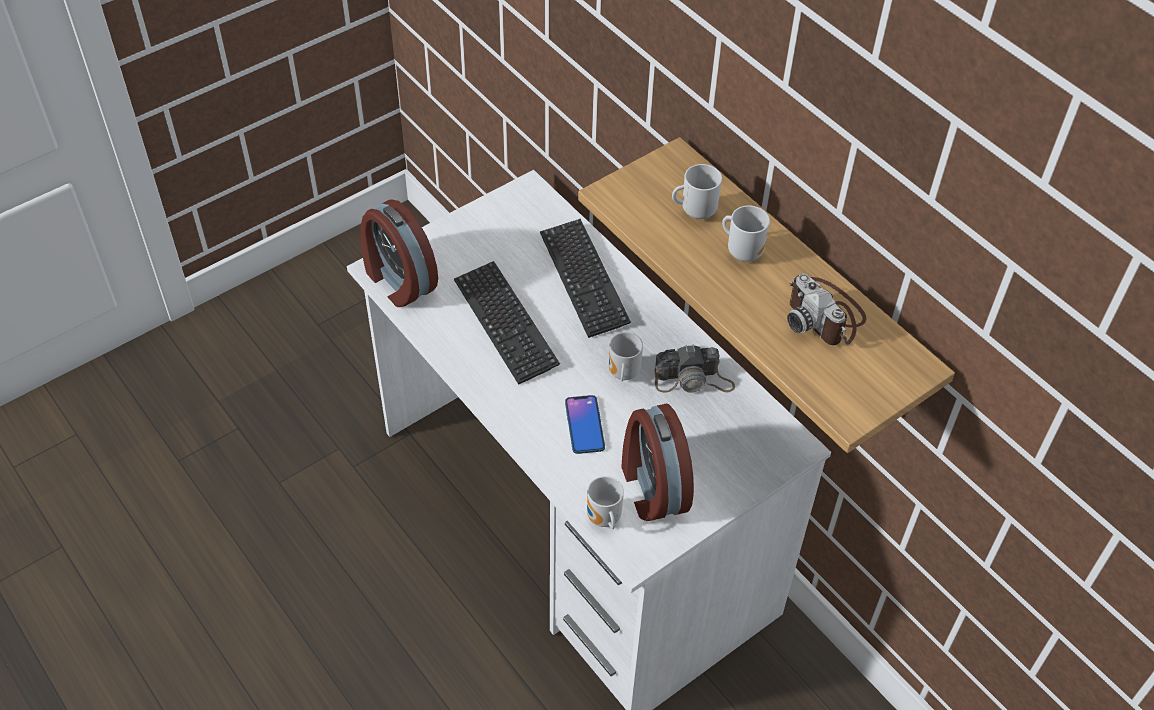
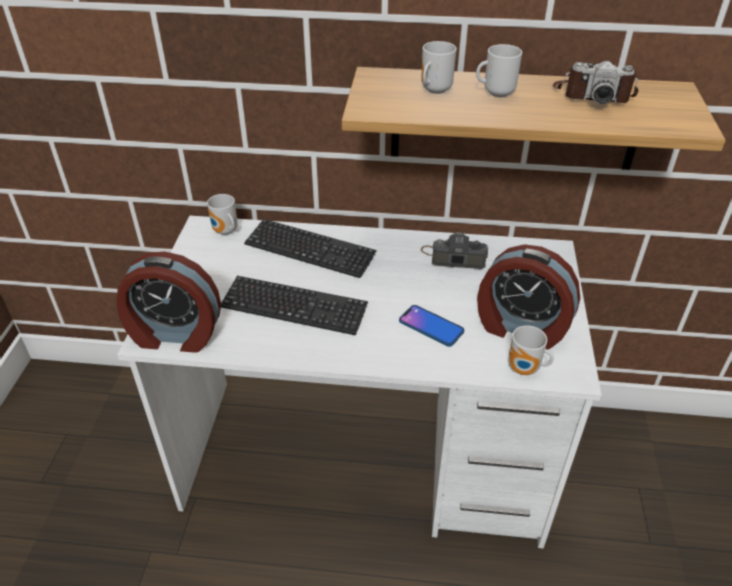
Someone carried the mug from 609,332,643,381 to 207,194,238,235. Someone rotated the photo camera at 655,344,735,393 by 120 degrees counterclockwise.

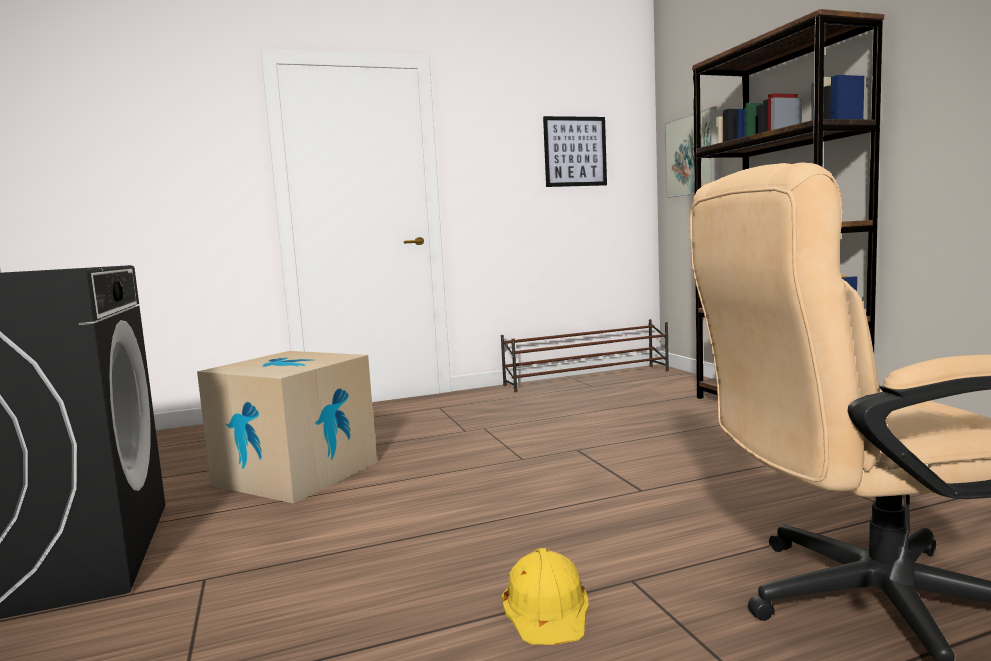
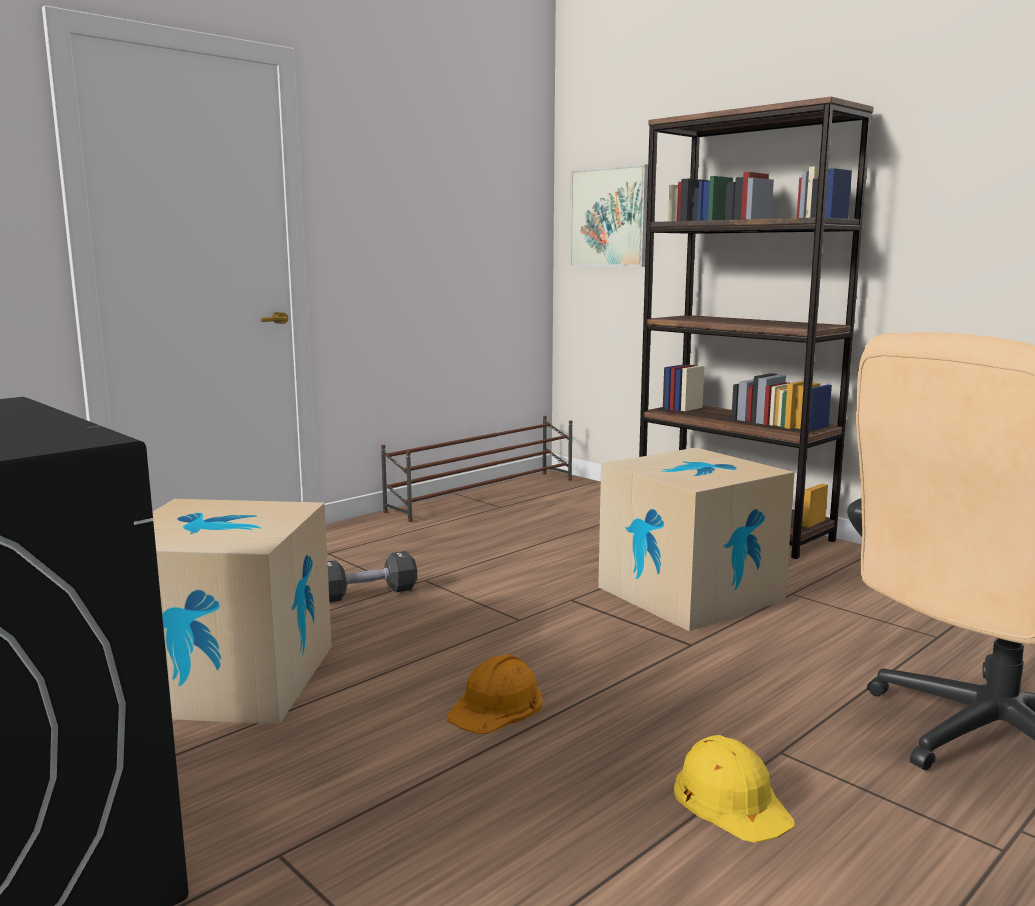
Someone took away the picture at 543,116,607,187. Someone put down the cardboard box at 598,448,795,631. Someone put down the black dumbbell at 327,551,417,602. Someone put down the orange hard hat at 447,654,543,734.

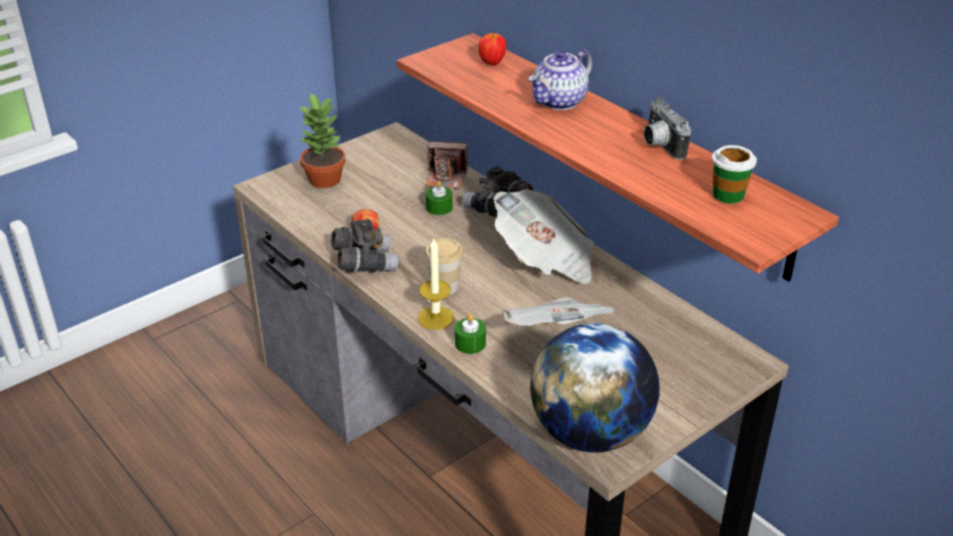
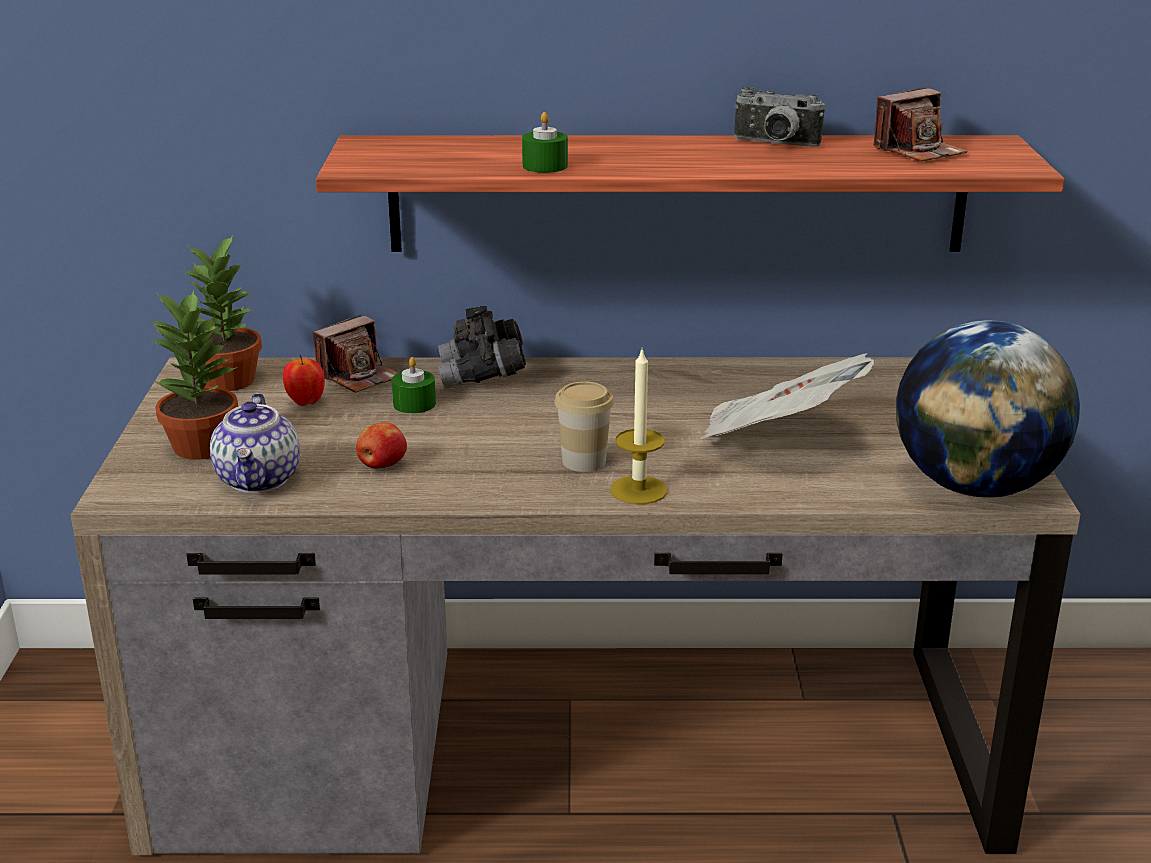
Someone carried the apple from 479,31,506,66 to 283,355,325,406. Someone carried the teapot from 528,49,593,110 to 210,393,300,493. Someone swapped the cup at 712,145,757,204 for the photo camera at 873,88,968,162. Someone took away the newspaper at 494,190,594,284. Someone took away the grey binoculars at 331,219,398,273. Someone carried the green candle from 455,314,486,354 to 522,112,568,173. Someone put down the potted plant at 183,235,262,391.

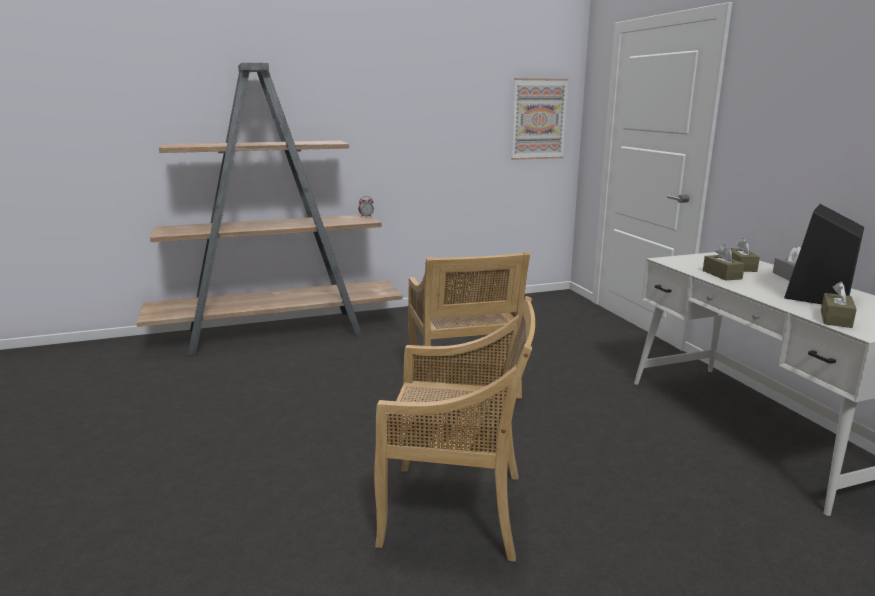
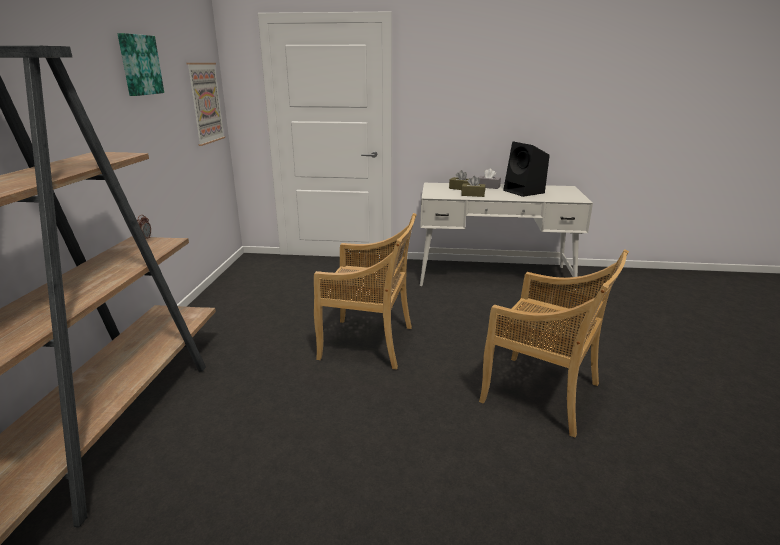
Someone took away the brown tissue box at 821,282,857,328. Someone rotated the beige chair at 374,296,535,561 by 90 degrees clockwise. Someone put up the picture at 117,33,164,96.

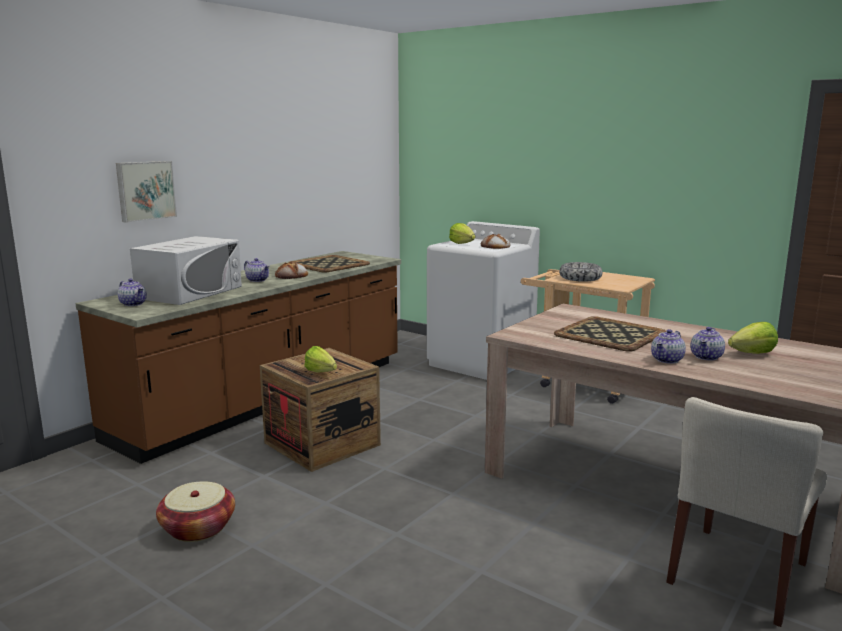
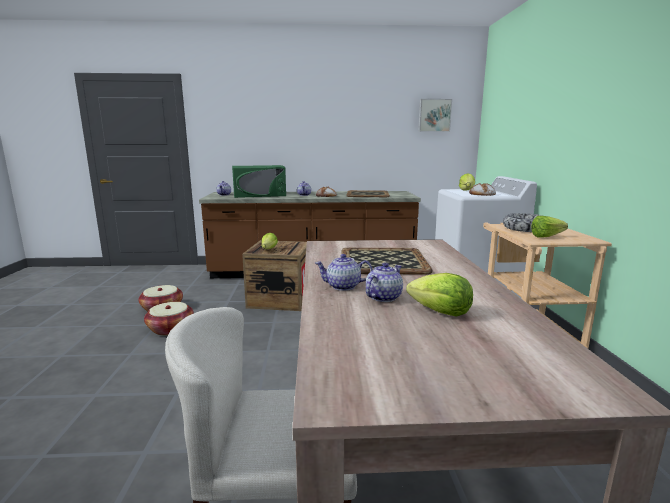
Someone carried the picture from 116,161,177,223 to 418,99,452,132. Someone repainted the white microwave at 130,236,242,305, which became the green microwave at 232,165,286,198. Someone rotated the teapot at 690,327,725,361 by 135 degrees clockwise. Someone put down the lettuce at 531,216,568,237. Someone put down the basket at 144,302,194,336.

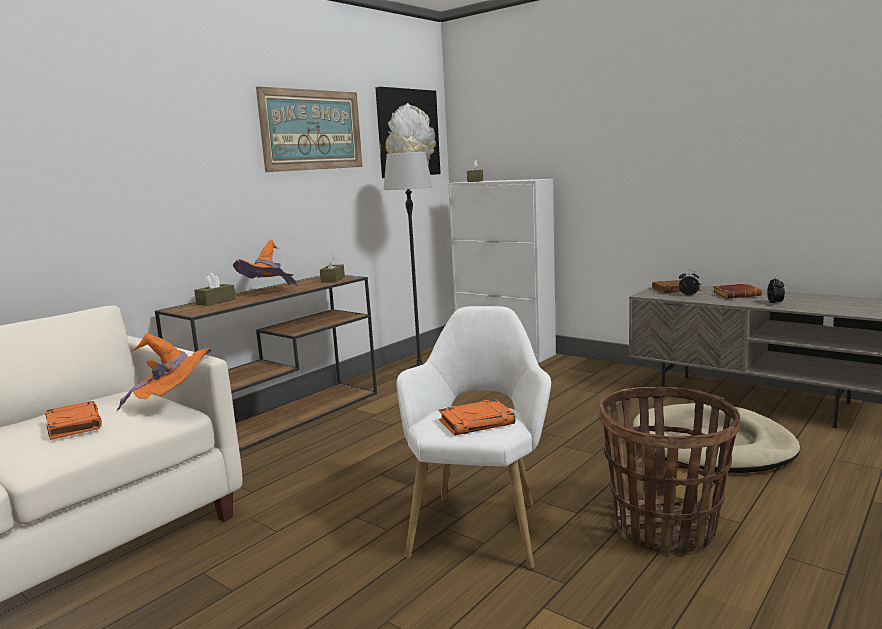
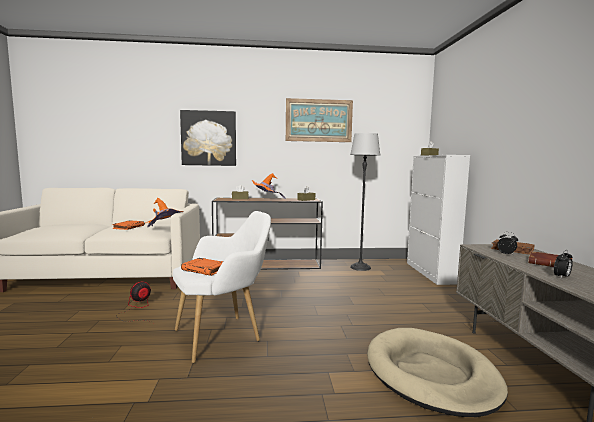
Someone carried the picture from 375,87,441,178 to 180,110,236,166. Someone took away the basket at 599,387,740,556. Someone put down the fan at 116,281,153,323.

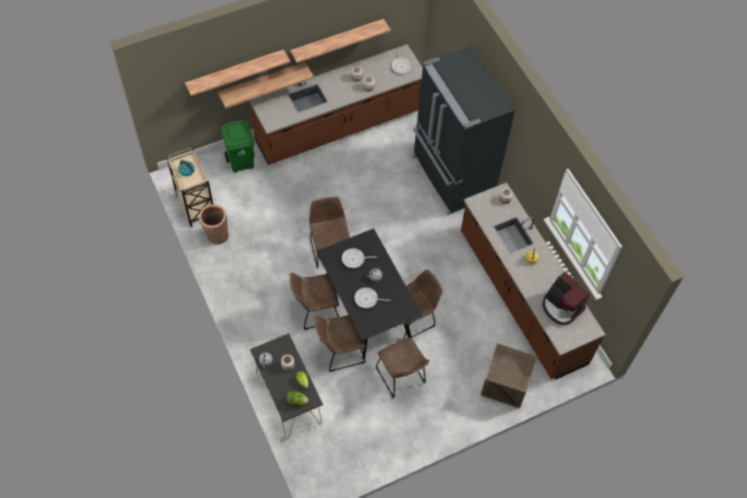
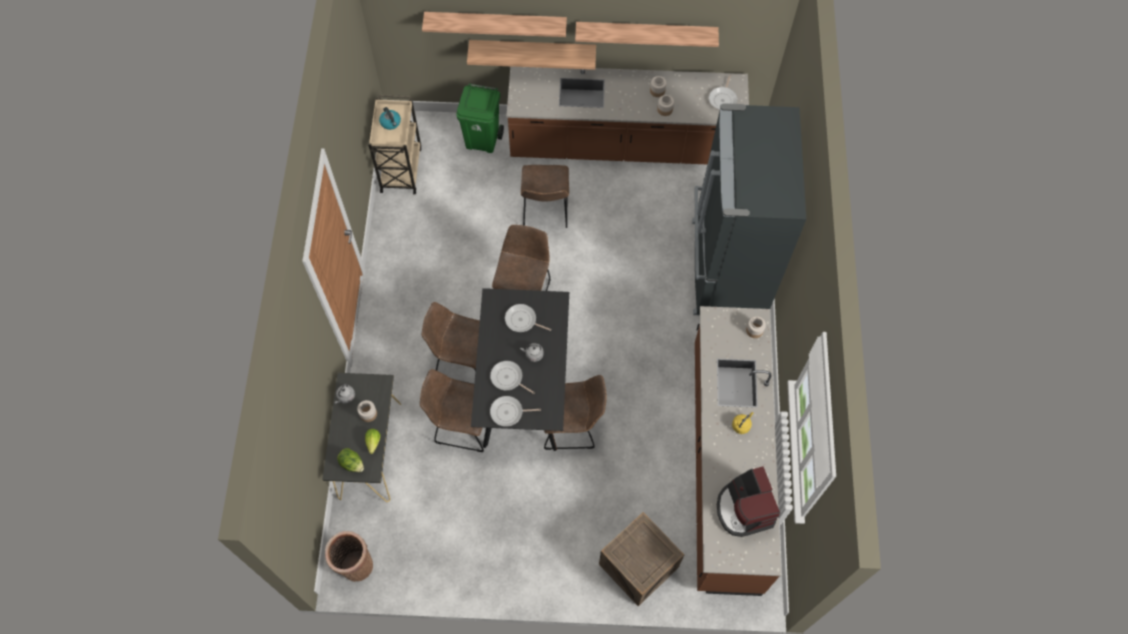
Someone carried the basket from 199,204,229,244 to 325,531,373,582. Someone carried the brown chair from 376,337,429,398 to 521,165,569,228. Someone put down the frying pan at 490,396,541,427.

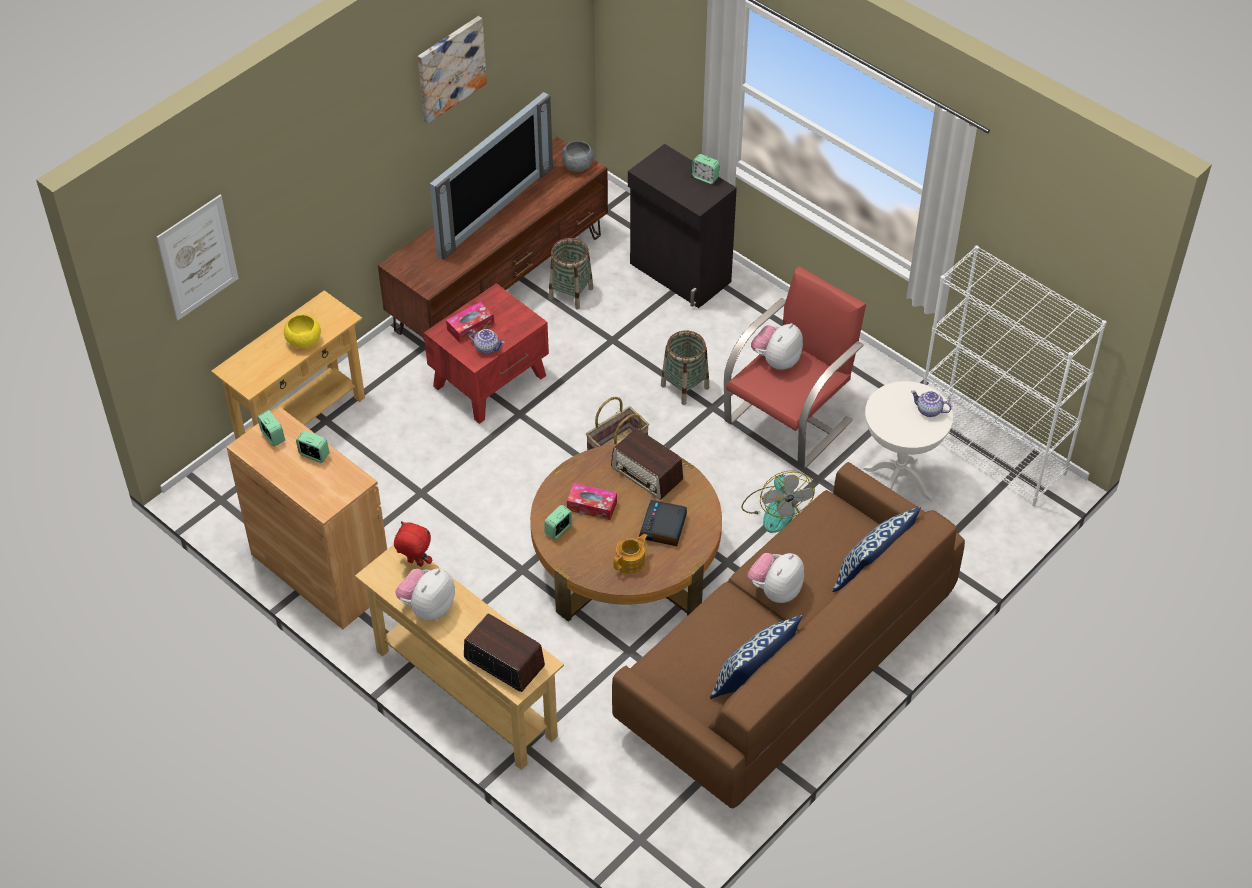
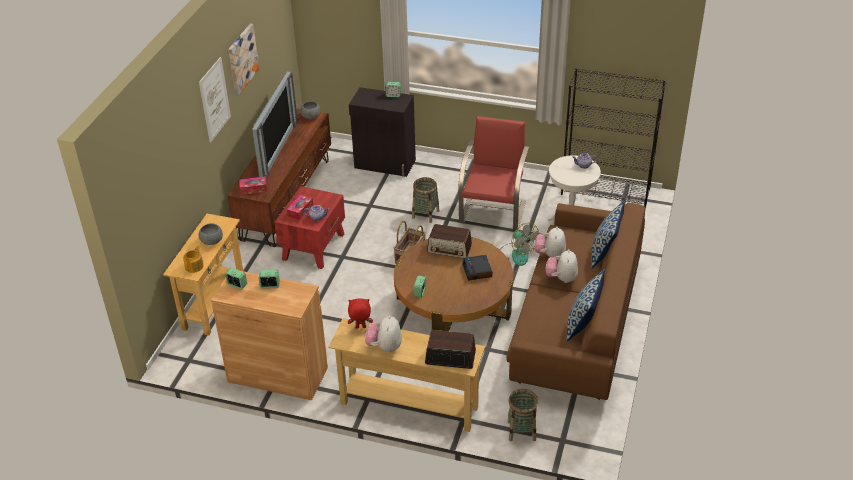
Someone carried the picture from 157,195,239,321 to 199,57,231,143. Someone carried the basket from 549,238,593,309 to 507,389,538,442. Someone repainted the white bookcase at 923,246,1107,506, which became the black bookcase at 561,68,666,208. Someone repainted the yellow bowl at 284,314,321,348, which became the grey bowl at 199,223,223,245. Someone carried the plush toy from 751,323,803,370 to 534,226,566,257. Someone carried the tissue box from 567,483,617,520 to 239,176,267,195. Someone carried the teapot from 613,534,648,574 to 183,246,204,273.

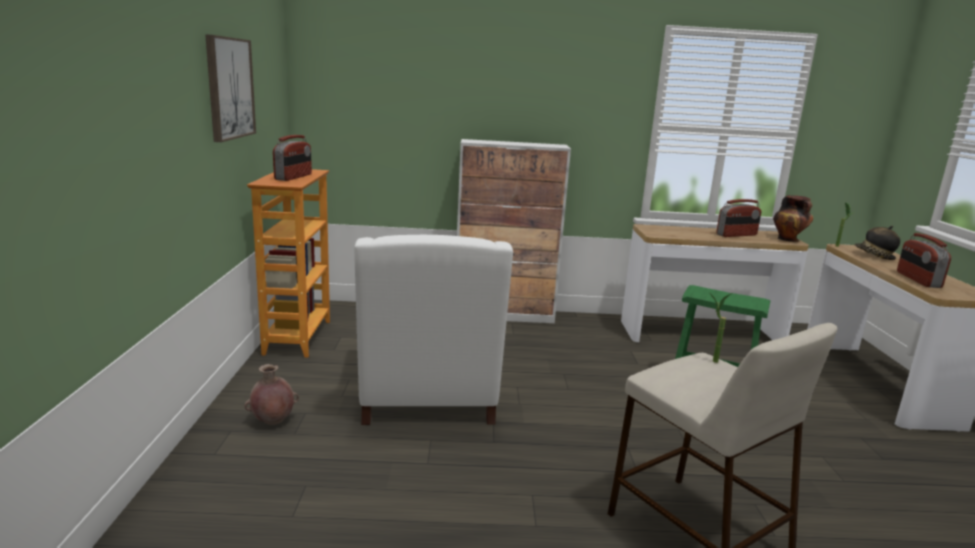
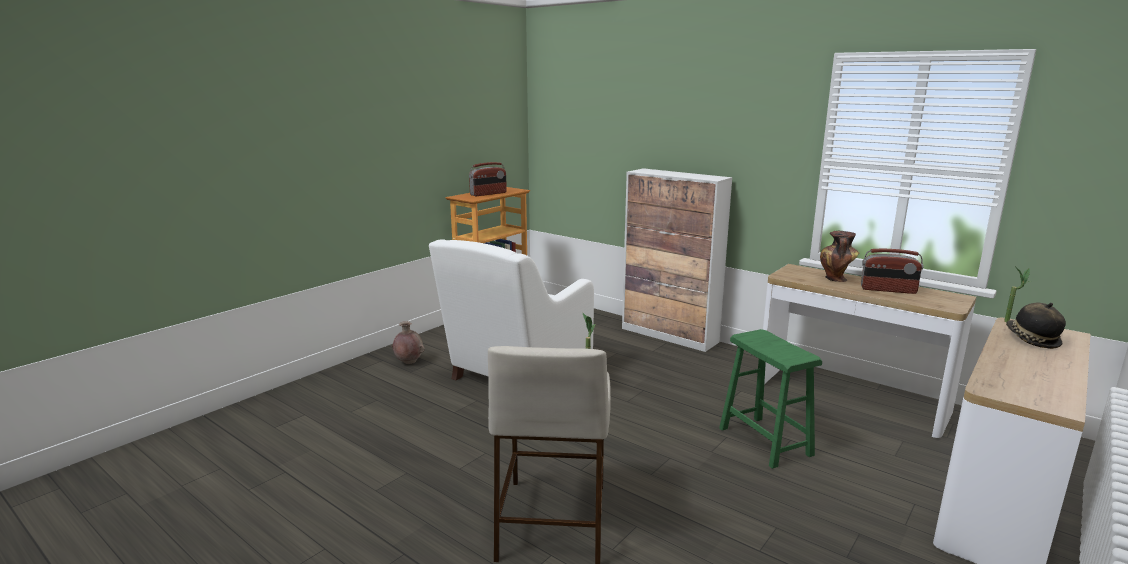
Someone took away the picture at 205,34,256,142. Someone carried the vase from 773,195,813,242 to 820,231,860,282. Someone took away the radio at 897,233,951,288.

